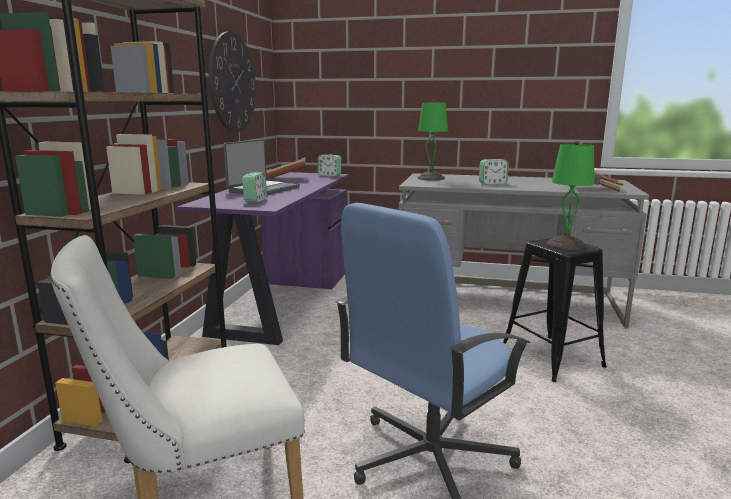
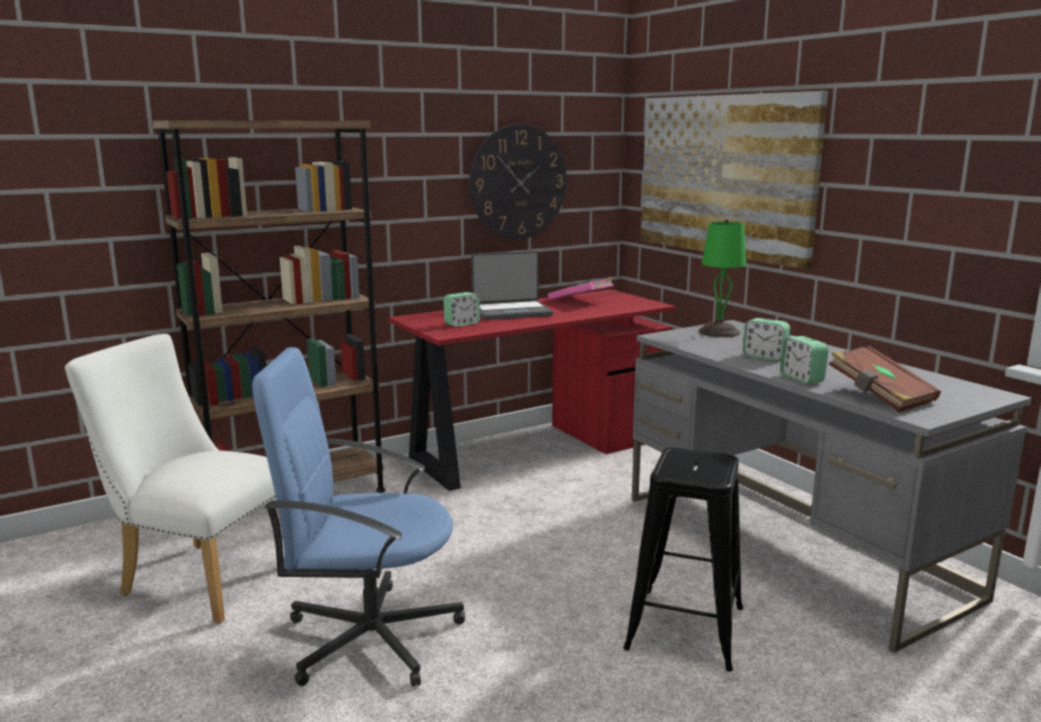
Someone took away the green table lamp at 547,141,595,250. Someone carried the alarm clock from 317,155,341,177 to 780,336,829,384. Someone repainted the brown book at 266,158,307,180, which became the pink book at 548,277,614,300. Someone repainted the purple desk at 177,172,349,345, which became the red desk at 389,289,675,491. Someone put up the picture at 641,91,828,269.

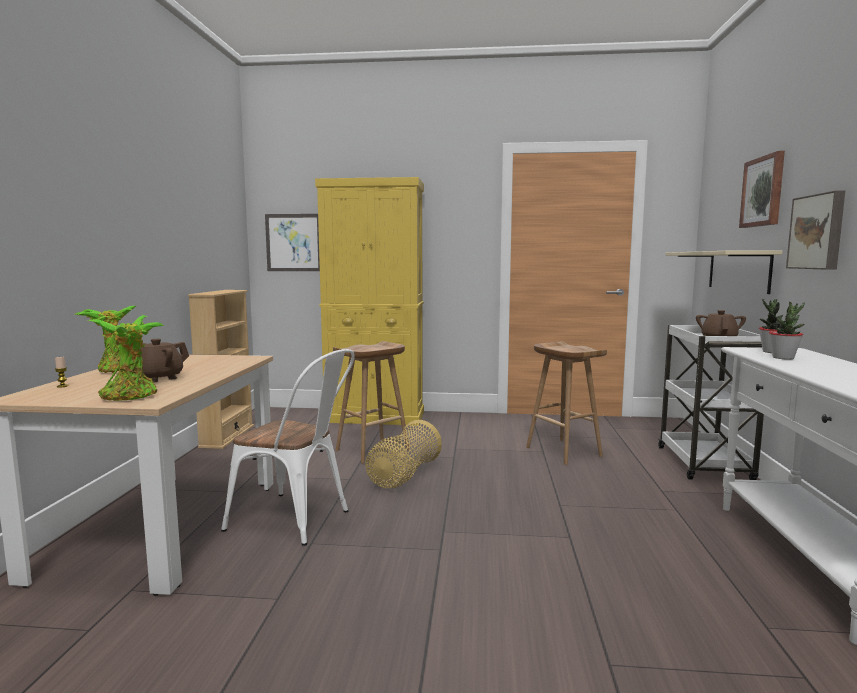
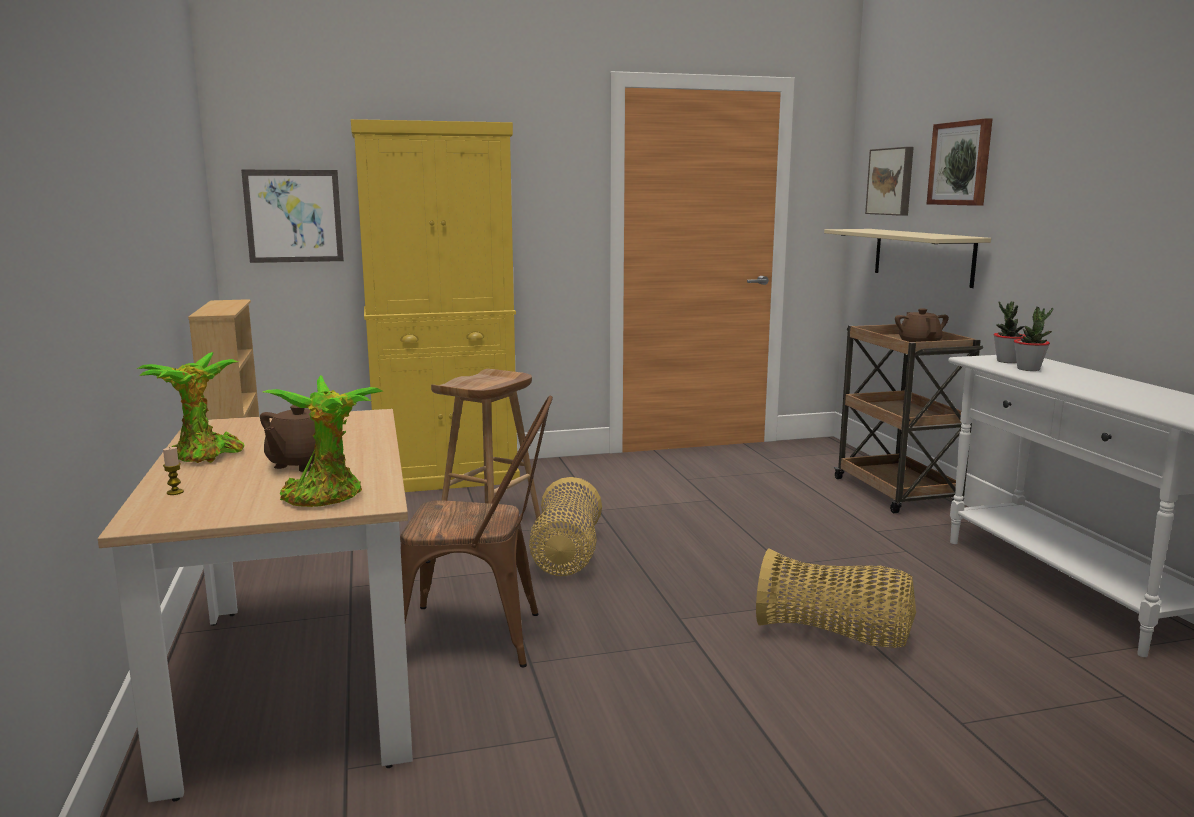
Someone carried the picture from 786,190,845,270 to 865,147,914,216. Someone repainted the white cart at 658,325,764,480, which became the brown cart at 833,324,983,513. Someone took away the brown stool at 526,342,607,465. Someone repainted the white chair at 221,349,355,546, which became the brown chair at 400,396,553,667. Someone put down the basket at 756,549,916,648.

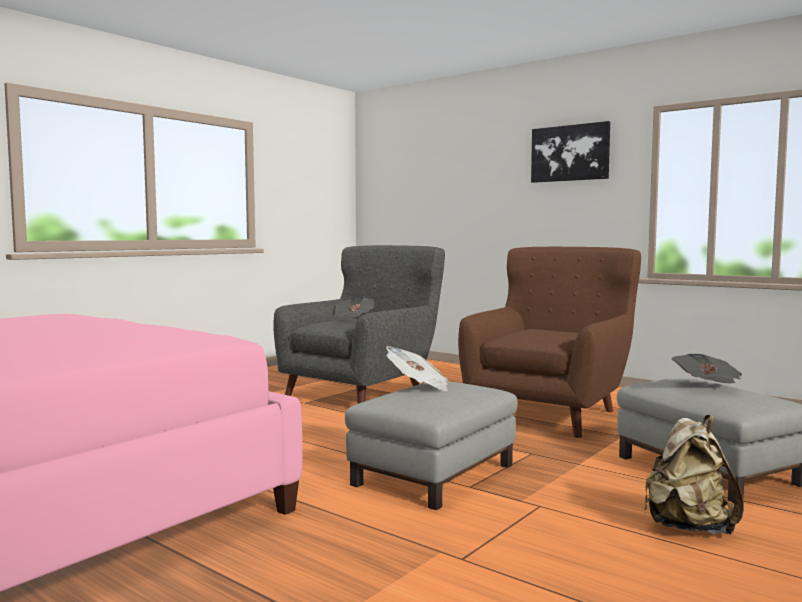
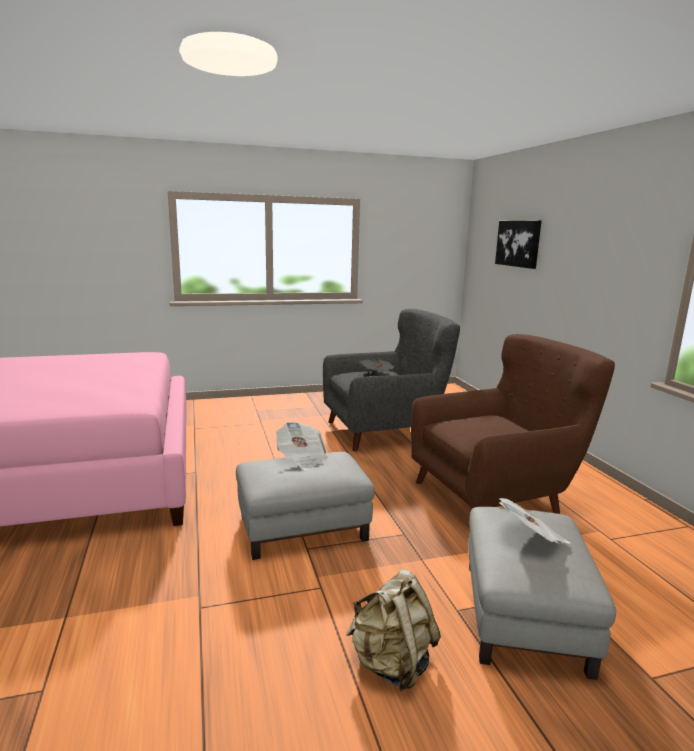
Someone carried the picture from 531,121,610,183 to 495,220,541,269.

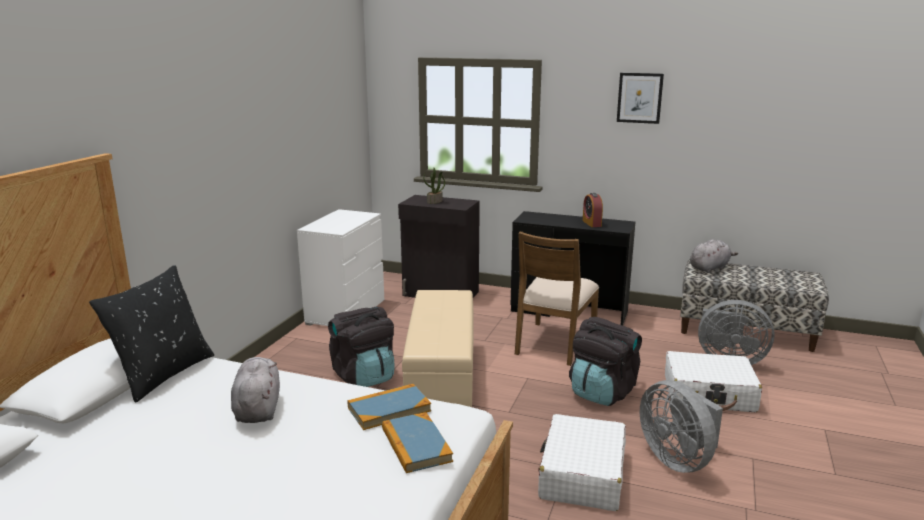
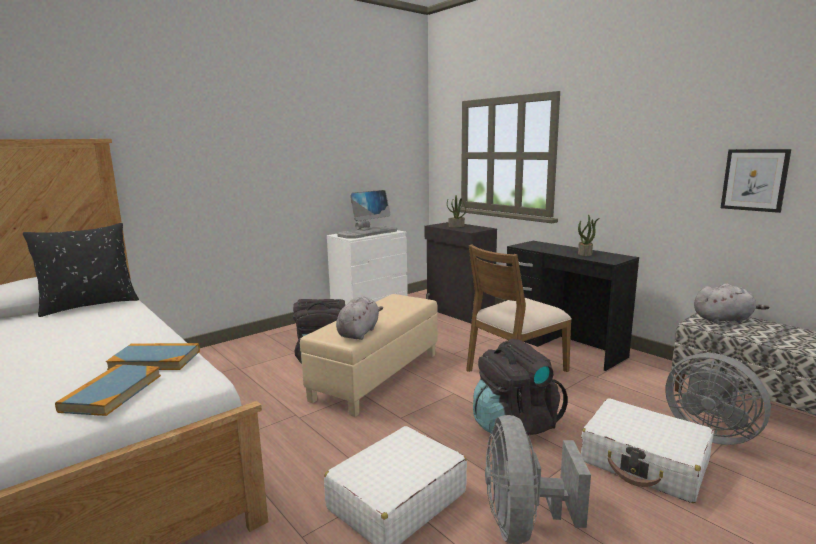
Someone carried the picture from 617,73,664,124 to 721,149,791,213. Someone swapped the alarm clock at 583,193,603,227 for the potted plant at 578,215,599,256. Someone carried the grey plush toy from 231,357,280,423 to 336,297,383,340. Someone put down the monitor at 337,190,397,239.

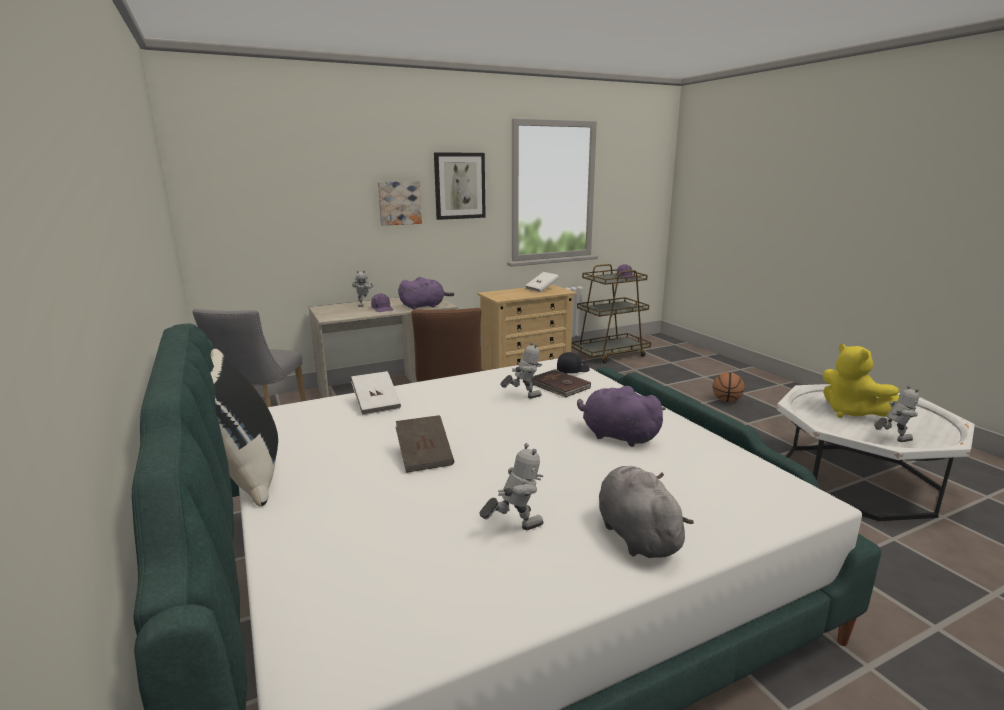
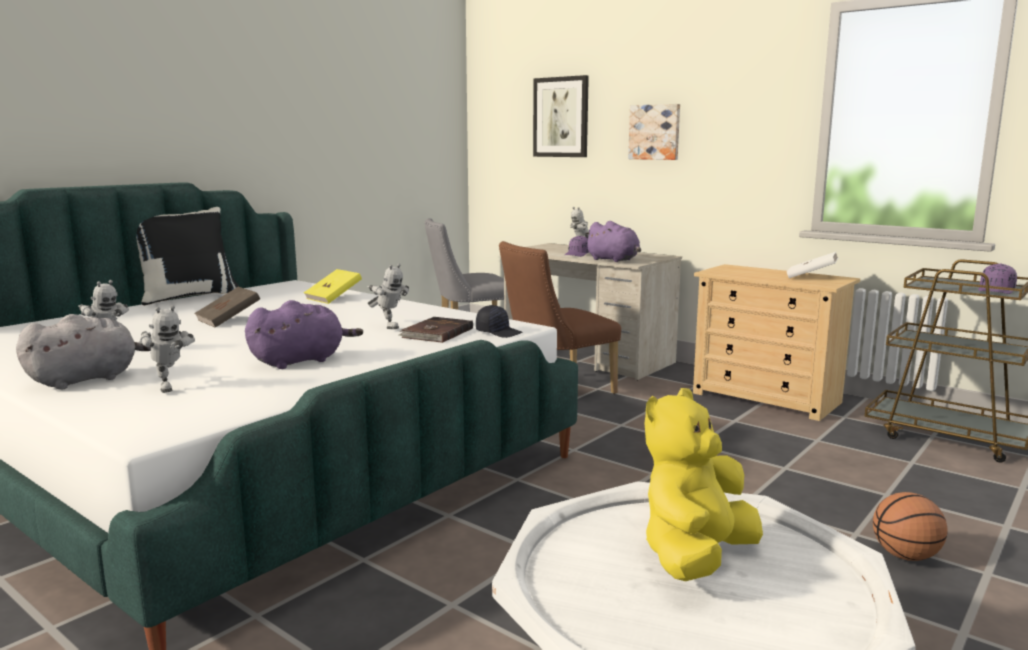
Someone carried the picture from 434,153,486,220 to 533,75,589,157. Someone repainted the white book at 351,371,401,415, which became the yellow book at 304,269,362,304. Someone carried the toy robot from 874,385,919,442 to 139,305,195,393. Someone rotated the purple plush toy at 577,386,666,447 by 45 degrees clockwise.

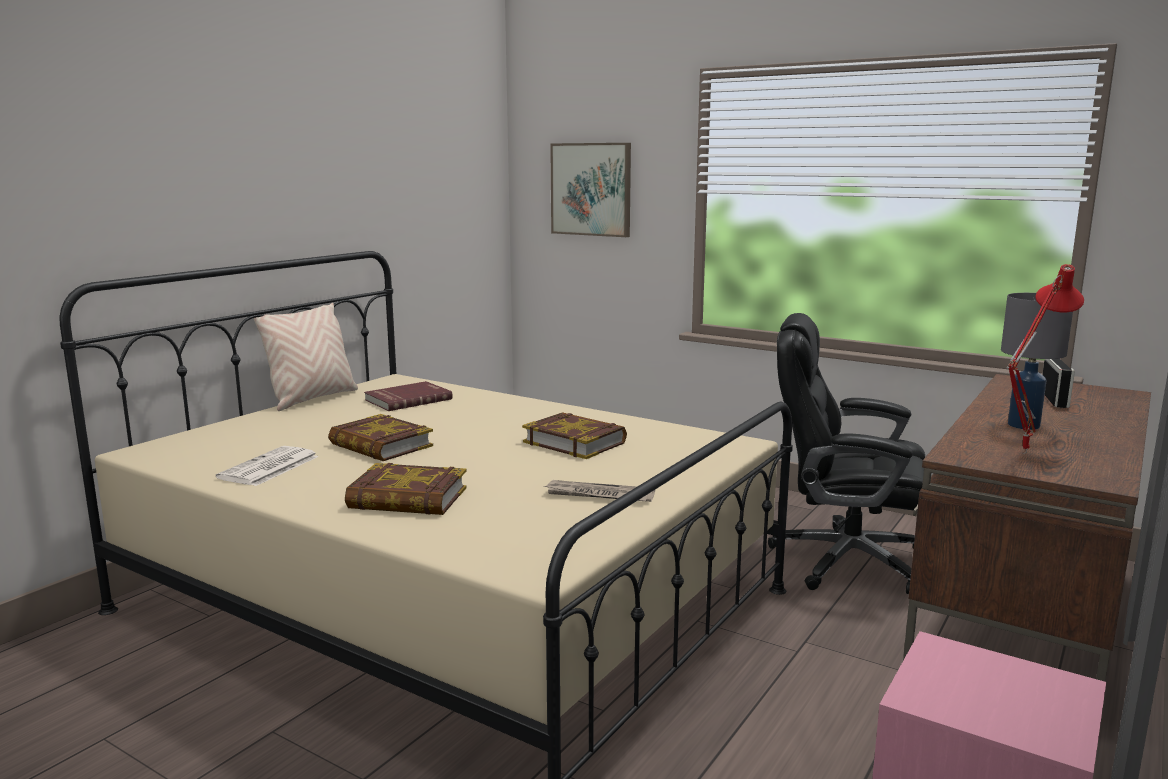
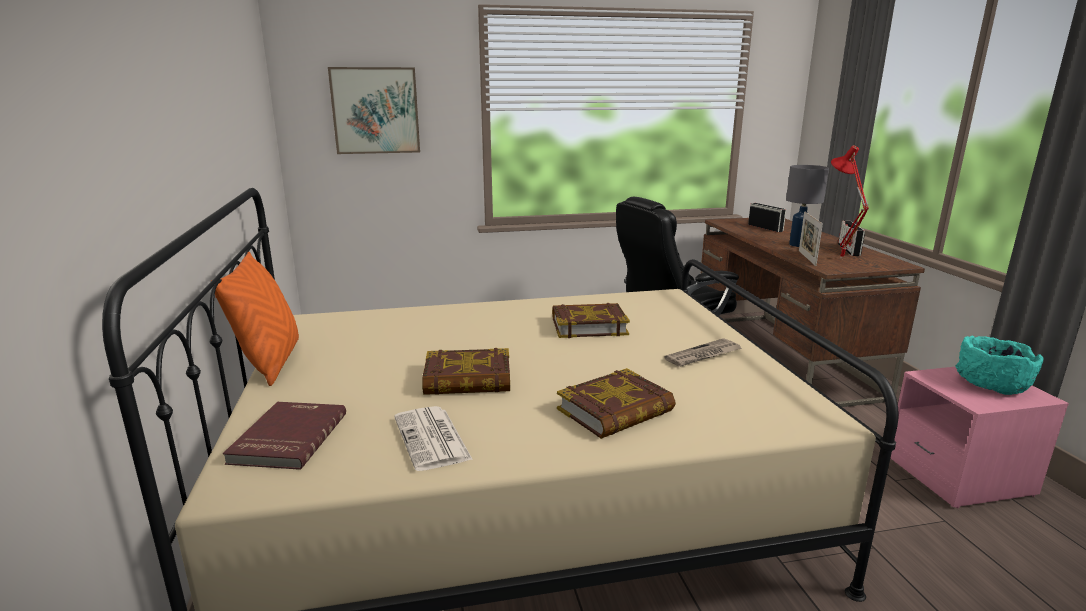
Someone repainted the beige pillow at 253,303,358,411, which became the orange pillow at 211,252,299,386. Someone carried the red book from 364,381,453,411 to 223,402,346,470. Someone put down the picture frame at 799,212,823,266. Someone put down the radio at 838,220,865,256. Someone put down the turquoise bowl at 955,336,1043,395.

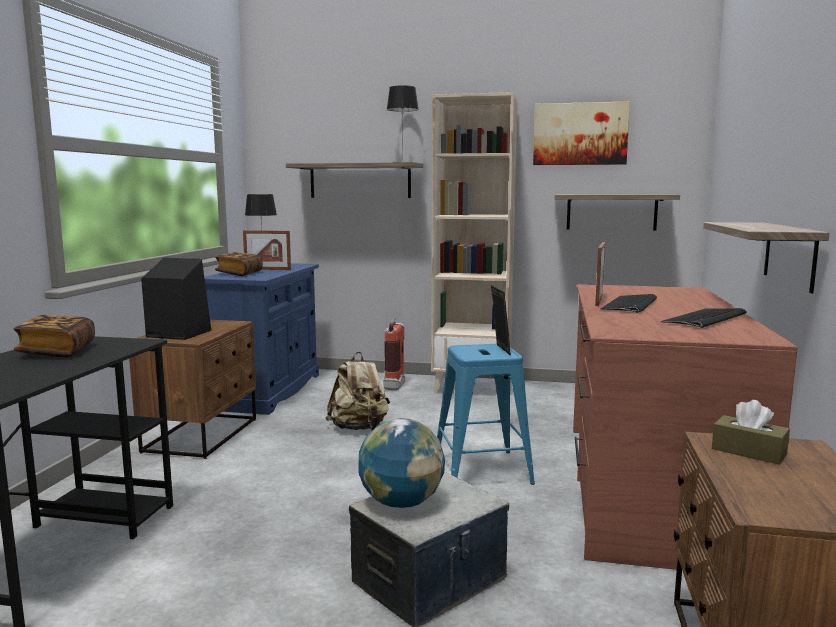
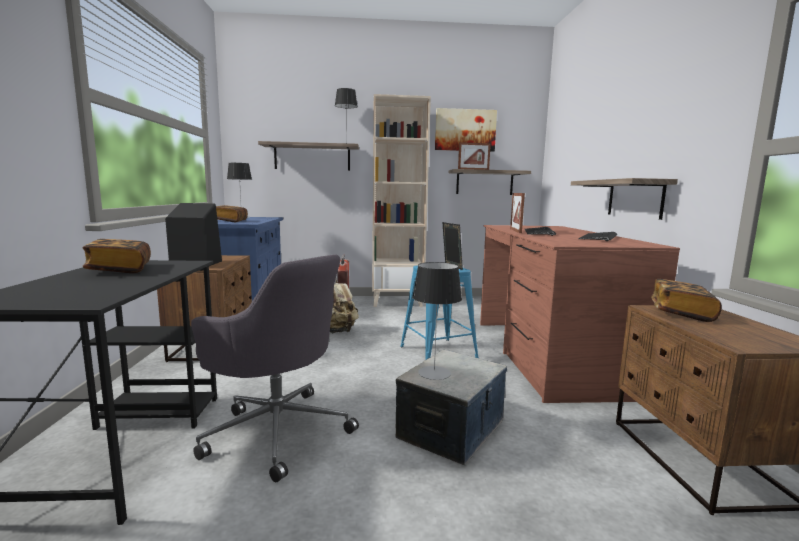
Someone carried the picture frame from 243,230,291,270 to 458,142,491,170. Someone swapped the brown tissue box at 712,400,790,465 for the book at 651,279,722,322. Someone swapped the globe at 358,418,445,508 for the table lamp at 412,262,462,380. Someone put down the grey office chair at 191,254,359,482.

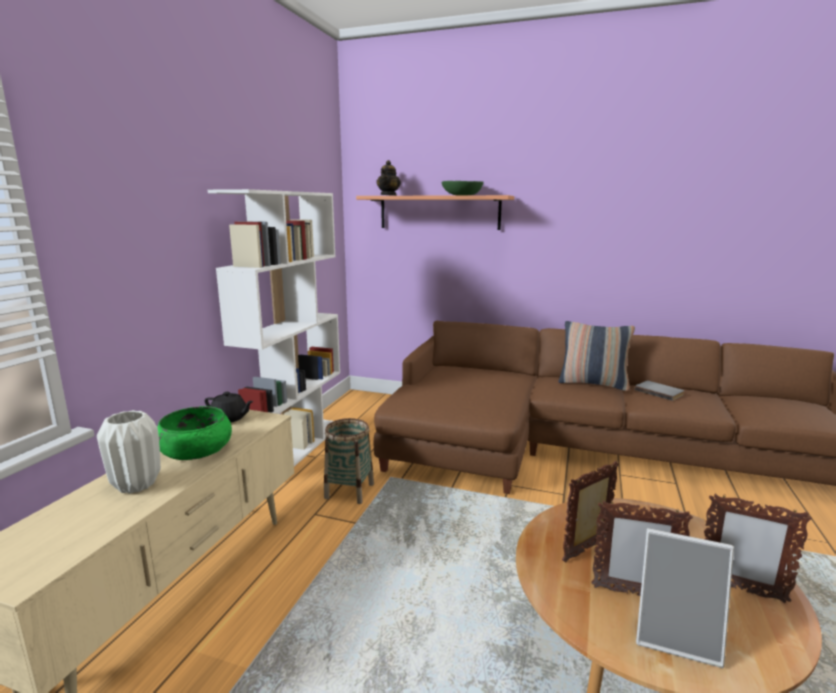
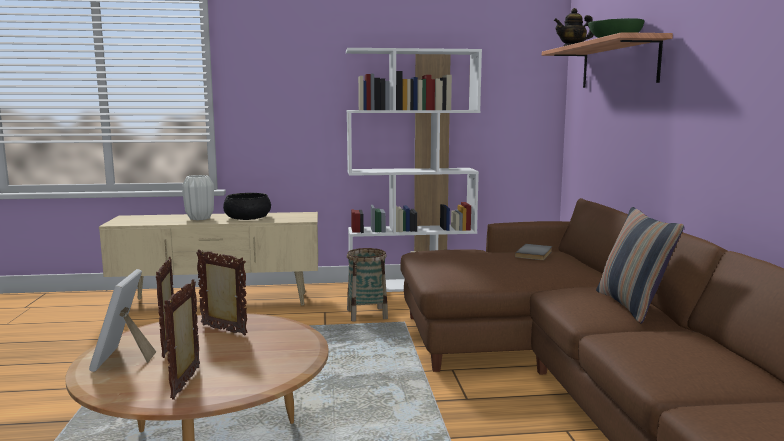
Someone carried the grey book from 634,381,685,401 to 515,244,552,260. Someone took away the black teapot at 205,392,254,423. Someone repainted the green bowl at 157,406,232,460, which became the black bowl at 223,193,271,220.

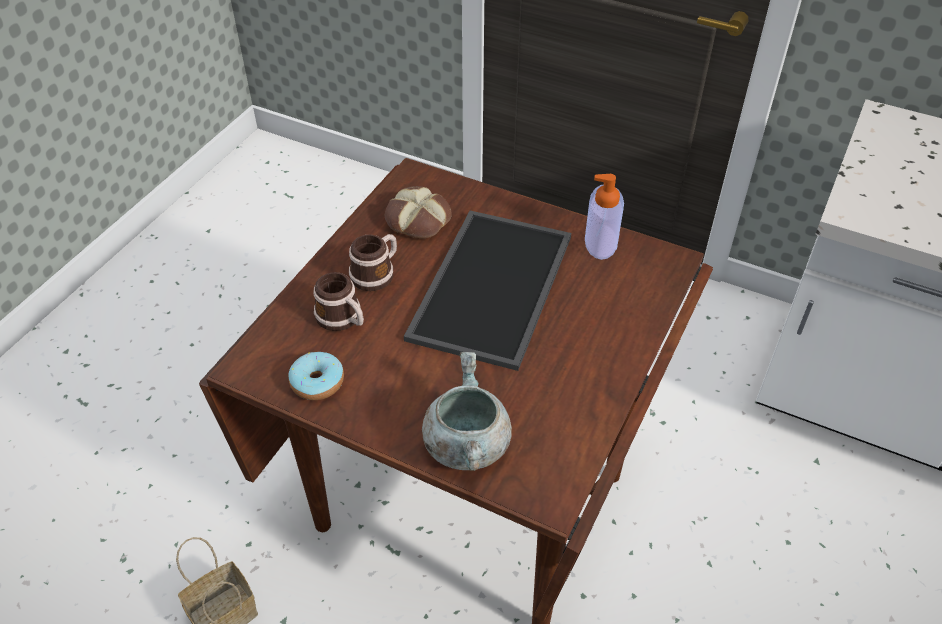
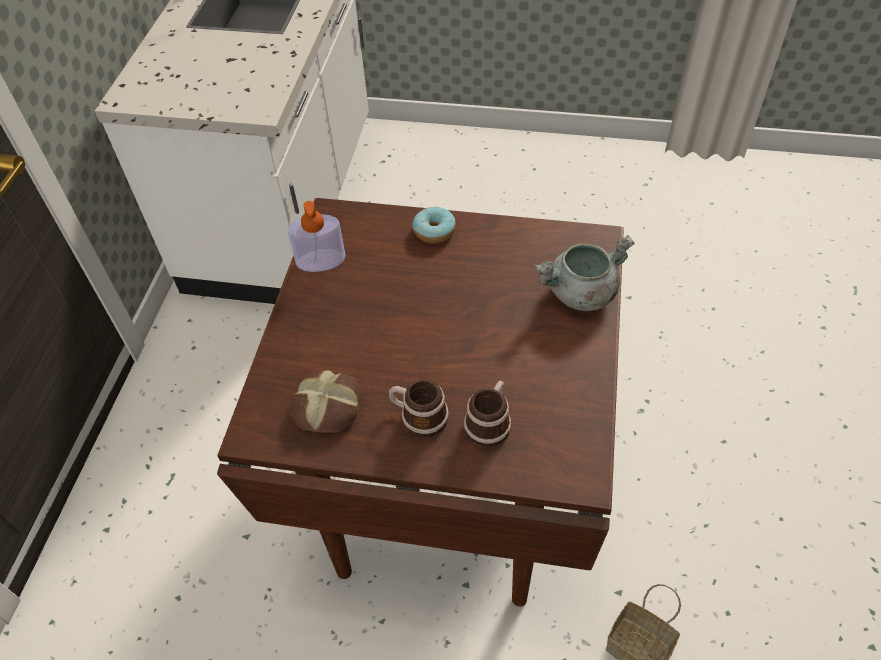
Someone took away the tray at 404,211,571,371. Someone carried the donut from 289,352,344,400 to 413,207,456,243.

